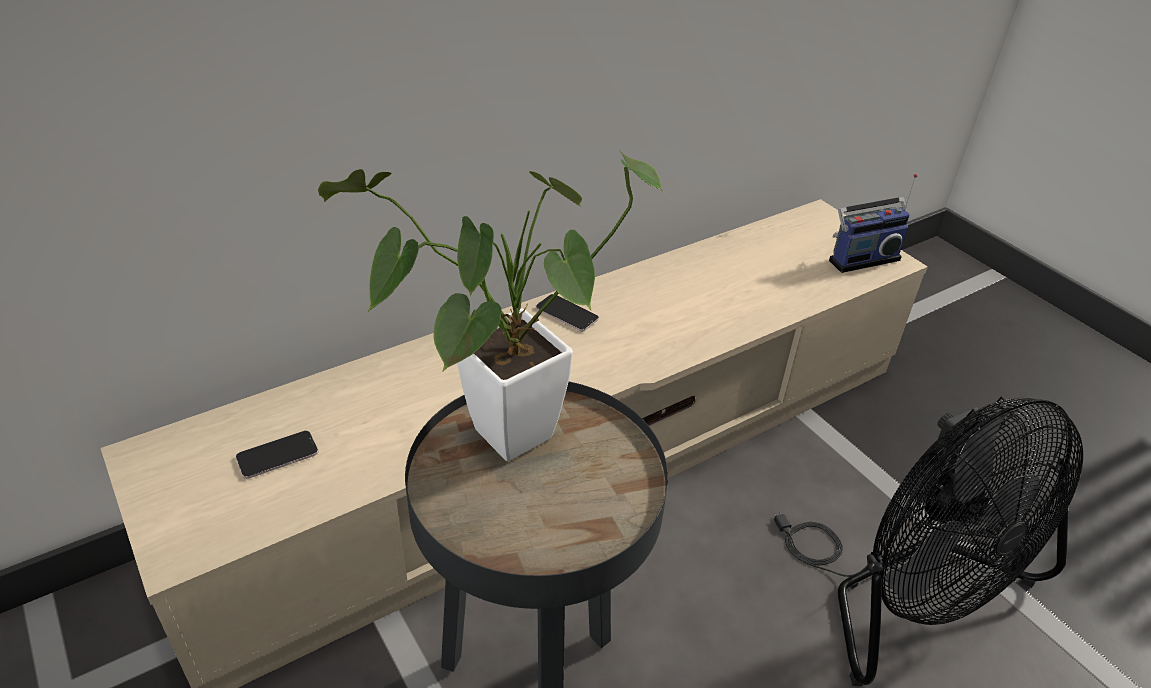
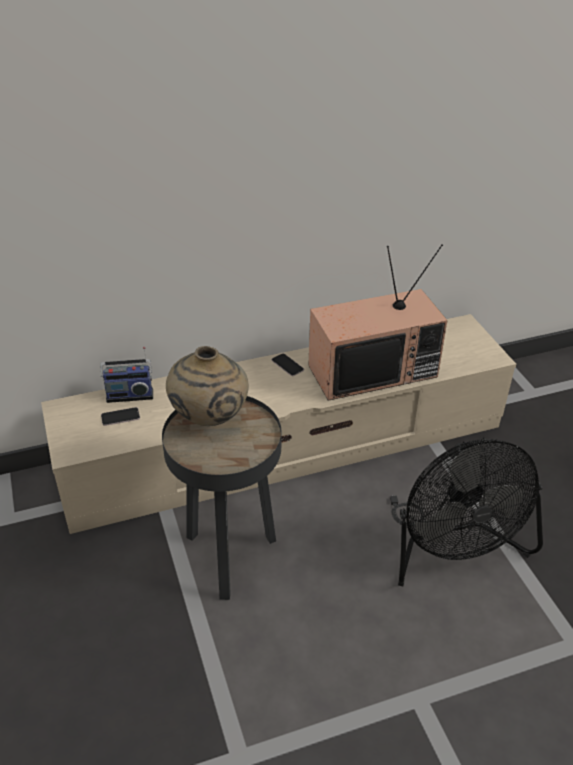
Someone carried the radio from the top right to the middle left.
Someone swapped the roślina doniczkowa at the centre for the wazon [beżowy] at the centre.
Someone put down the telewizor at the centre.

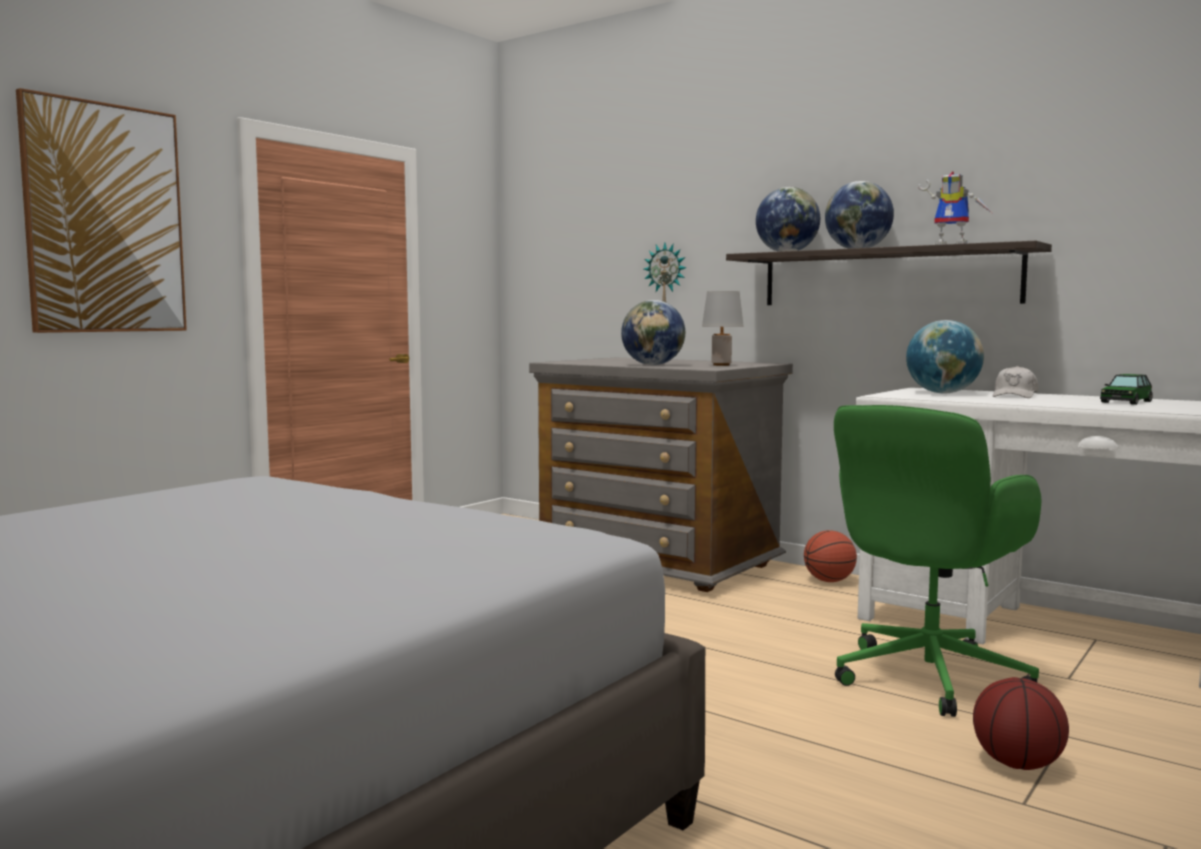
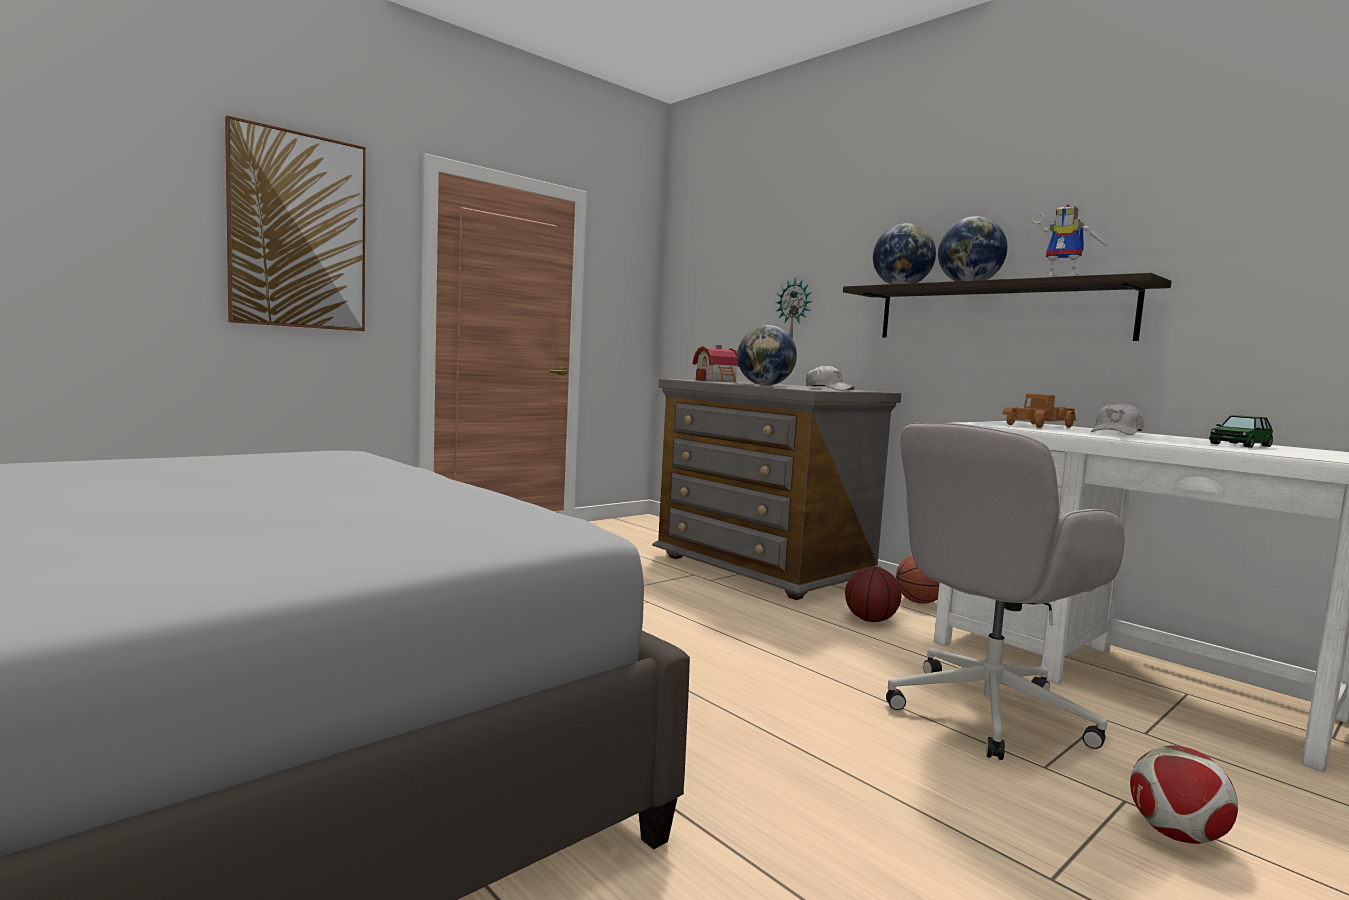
Someone put down the domek at the centre.
Someone swapped the lampa stołowa [szary] at the centre for the czapka z daszkiem [biały] (1st from left) at the centre.
Someone carried the piłka do koszykówki (2nd from left in the first image) from the bottom right to the centre.
Someone repainted the krzesło biurowe [zielony] at the middle right, which became the krzesło biurowe [szary] at the middle right.
Someone swapped the globus (4th from left) at the middle right for the ciężarówka zabawkowa at the middle right.
Someone put down the piłka futbolowa at the bottom right.

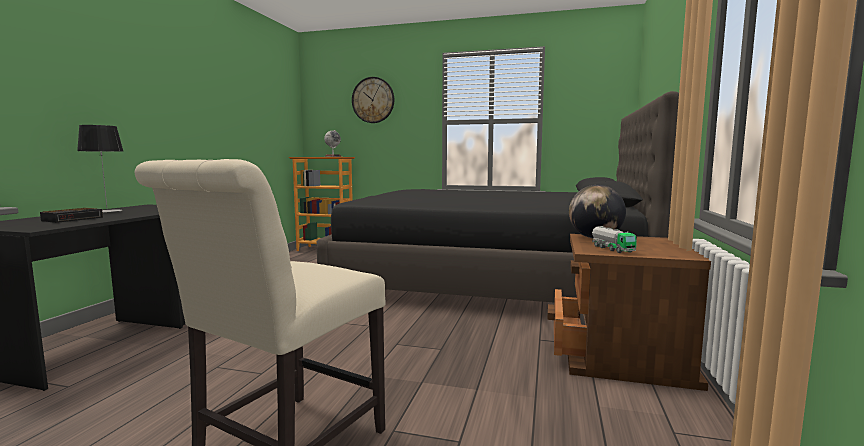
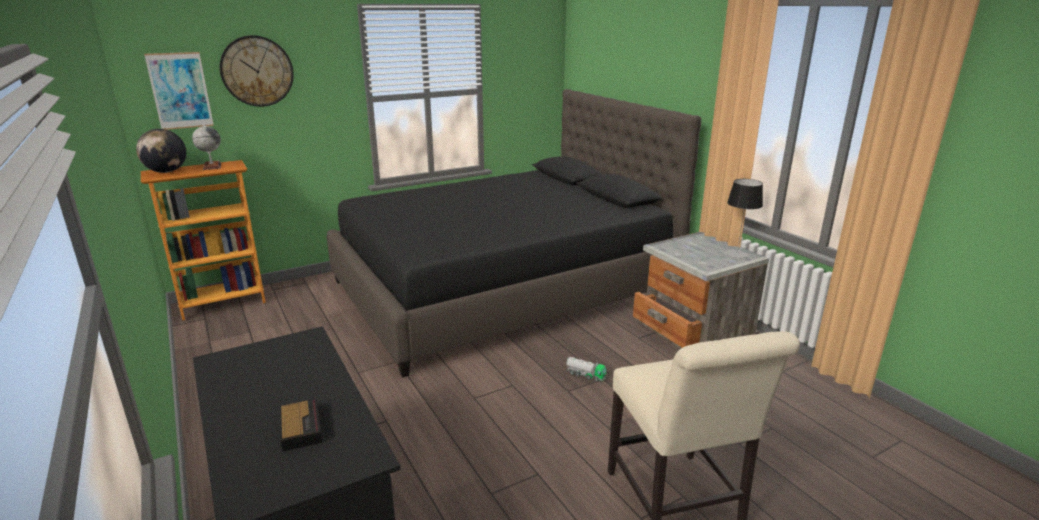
Someone carried the globus (2nd from left in the first image) from the middle right to the top left.
Someone put up the obraz at the top left.
Someone carried the ciężarówka zabawkowa from the middle right to the bottom centre.
Someone repainted the szafka nocna [brązowy] at the bottom right, which became the szafka nocna [szary] at the middle right.
Someone carried the lampa stołowa from the middle left to the middle right.

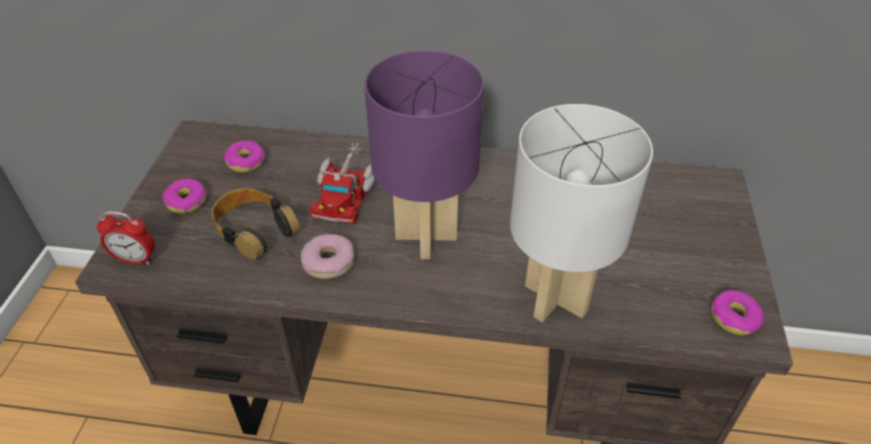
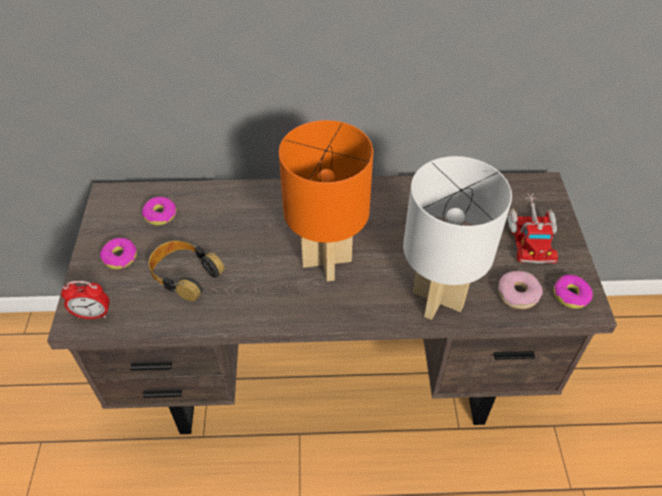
Someone repainted the lampa stołowa [fioletowy] at the centre, which became the lampa stołowa [pomarańczowy] at the centre.
Someone carried the donut (3rd from left) from the centre to the middle right.
Someone carried the ciężarówka zabawkowa from the centre to the middle right.

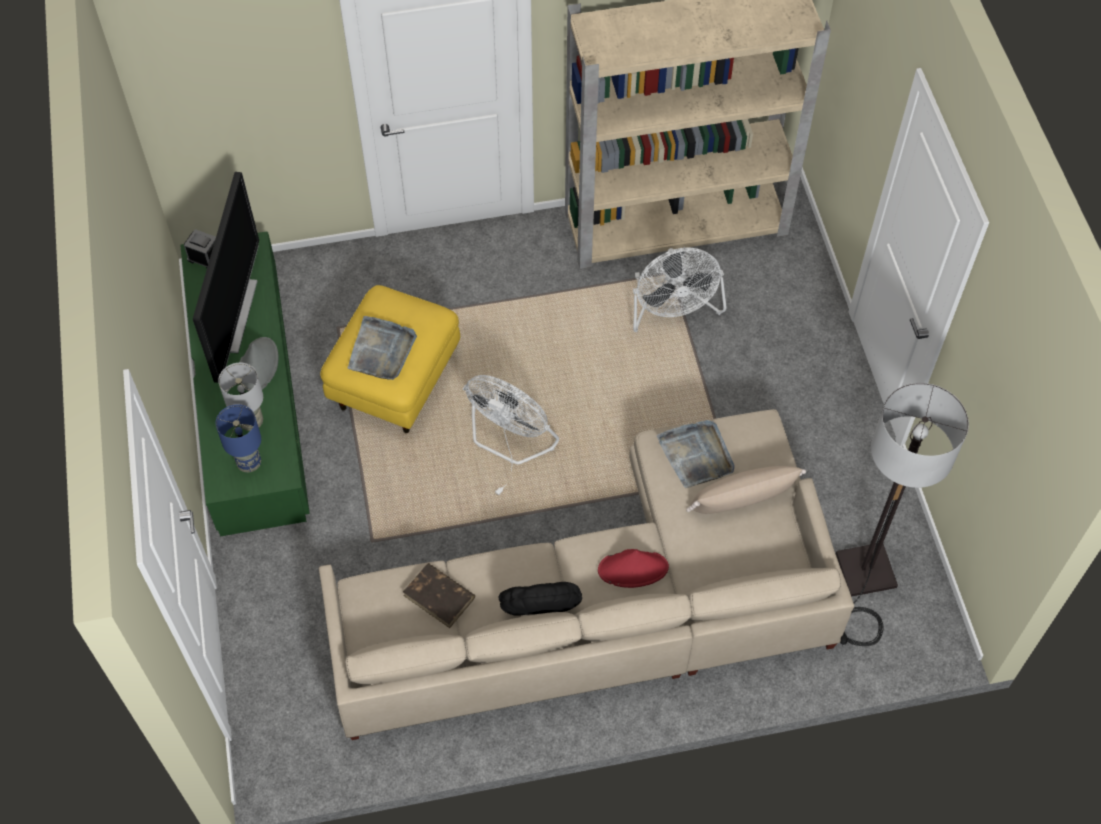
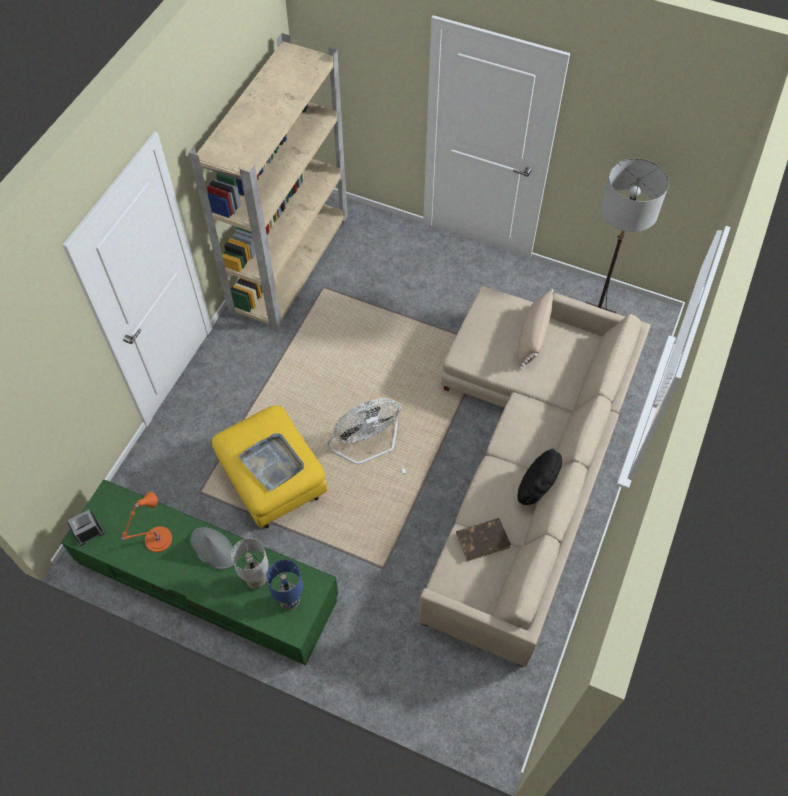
Someone swapped the telewizor at the middle left for the lampa stołowa [pomarańczowy] at the middle left.
Someone took away the kapelusz [czerwony] at the bottom centre.
Someone took away the wentylator [biały] (2nd from left) at the centre.
Someone took away the taca [szary] (2nd from left) at the centre.

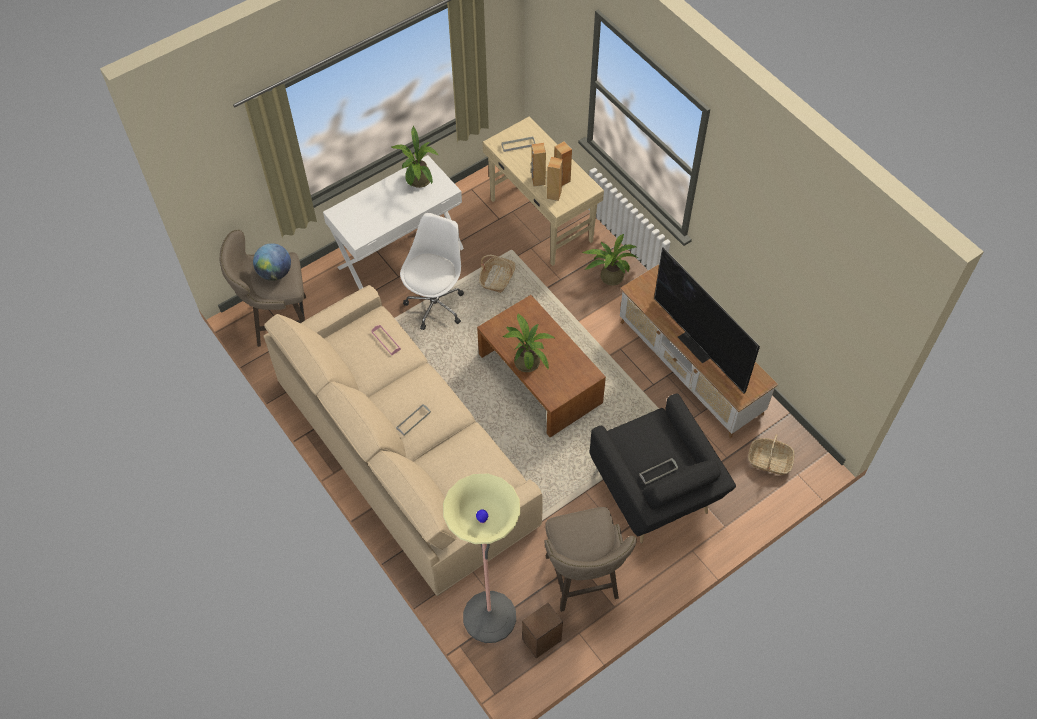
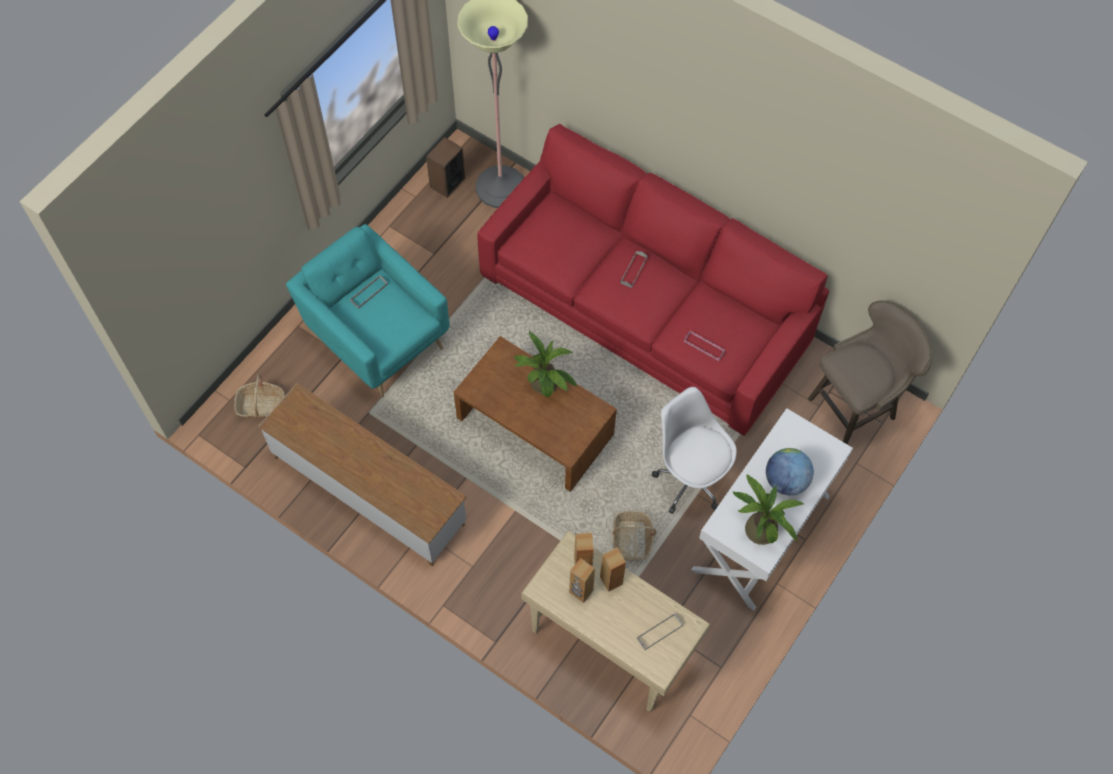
Someone repainted the fotel [czarny] at the centre, which became the fotel [turkusowy] at the middle left.
Someone repainted the kanapa [beżowy] at the centre, which became the kanapa [czerwony] at the centre.
Someone rotated the krzesło biurowe [biały] at the centre by 135 degrees clockwise.
Someone carried the globus from the middle left to the middle right.
Someone took away the stołek [beżowy] (2nd from left) at the bottom centre.
Someone took away the roślina doniczkowa (3rd from left) at the centre.
Someone took away the telewizor at the middle right.

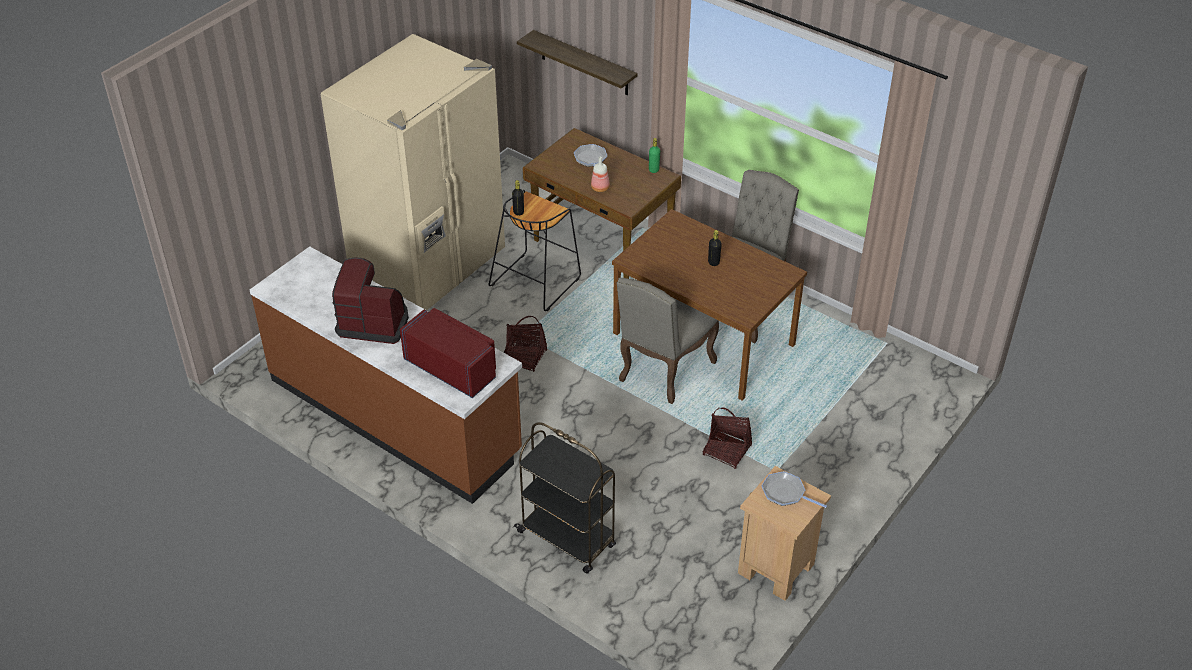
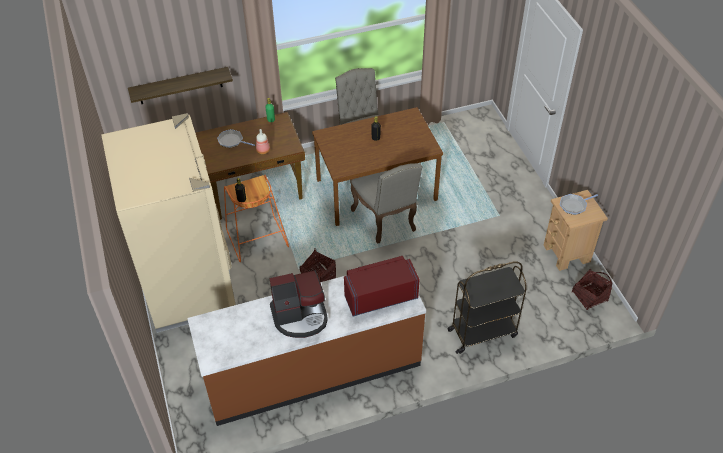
Someone repainted the stołek [czarny] at the centre, which became the stołek [pomarańczowy] at the centre.
Someone rotated the ekspres do kawy at the middle left by 150 degrees counterclockwise.
Someone carried the koszyk (2nd from left) from the centre to the middle right.

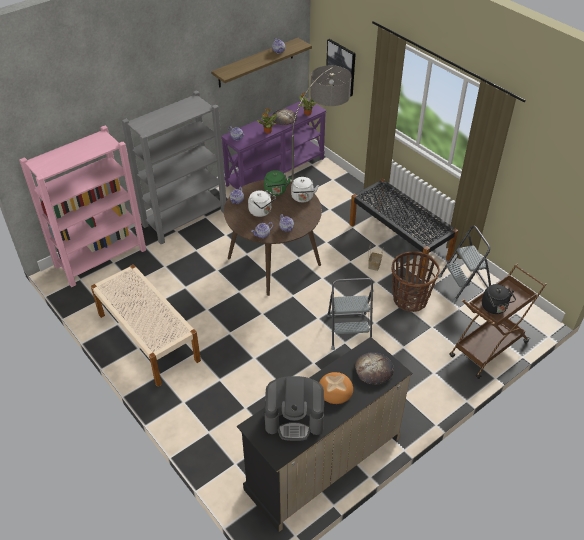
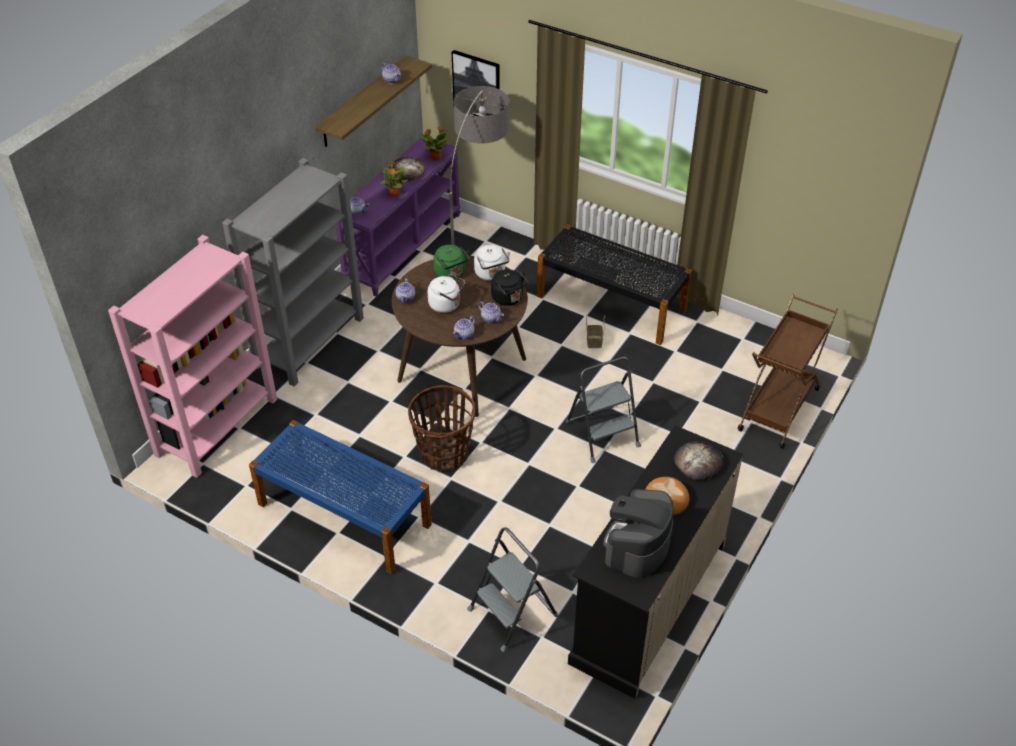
Someone repainted the ławka [beżowy] at the middle left, which became the ławka [niebieski] at the centre.
Someone carried the koszyk (2nd from left in the first image) from the middle right to the centre.
Someone carried the drabinka [szary] (2nd from left in the first image) from the middle right to the bottom centre.
Someone carried the czajnik [czarny] from the middle right to the centre.
Someone rotated the ekspres do kawy at the bottom centre by 135 degrees clockwise.

